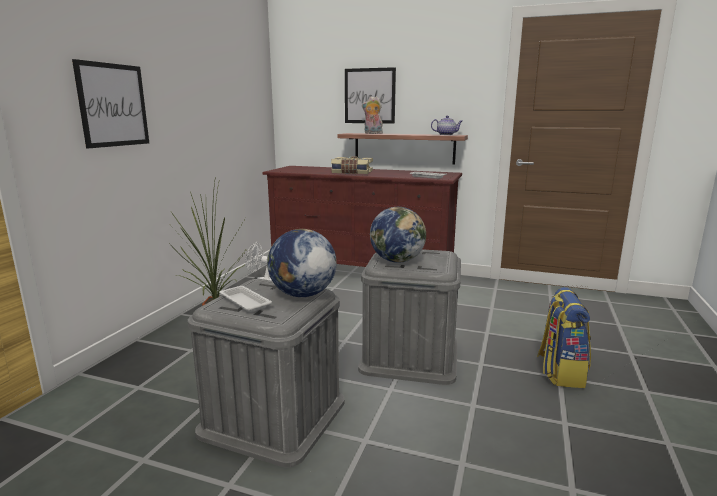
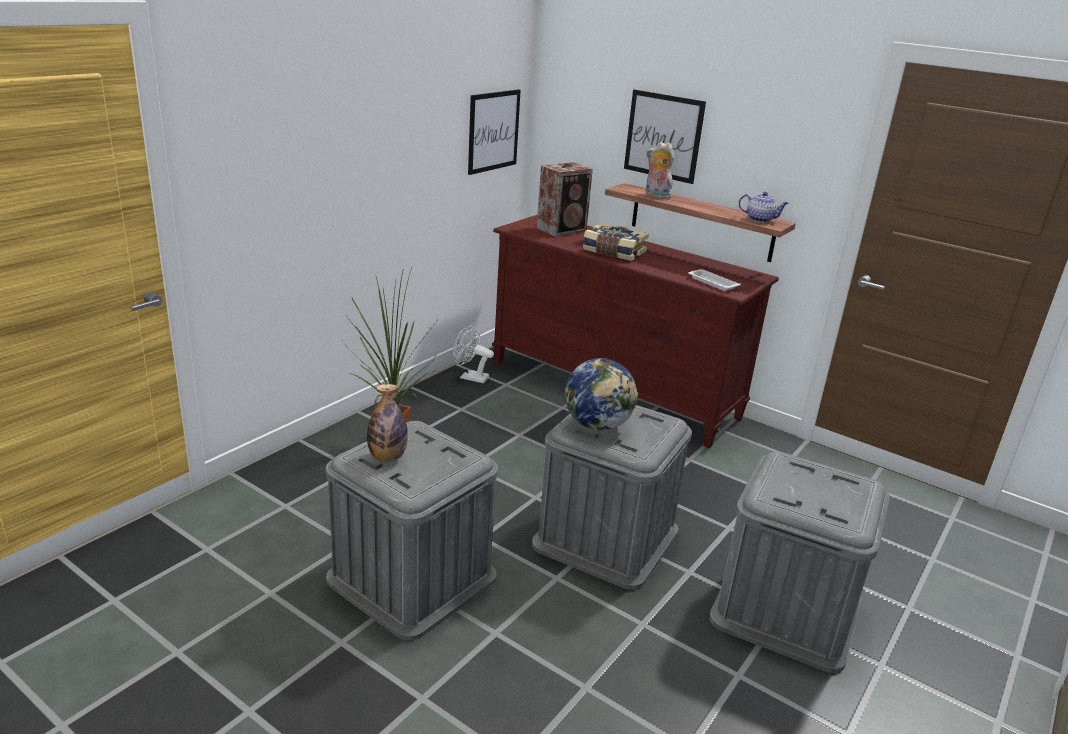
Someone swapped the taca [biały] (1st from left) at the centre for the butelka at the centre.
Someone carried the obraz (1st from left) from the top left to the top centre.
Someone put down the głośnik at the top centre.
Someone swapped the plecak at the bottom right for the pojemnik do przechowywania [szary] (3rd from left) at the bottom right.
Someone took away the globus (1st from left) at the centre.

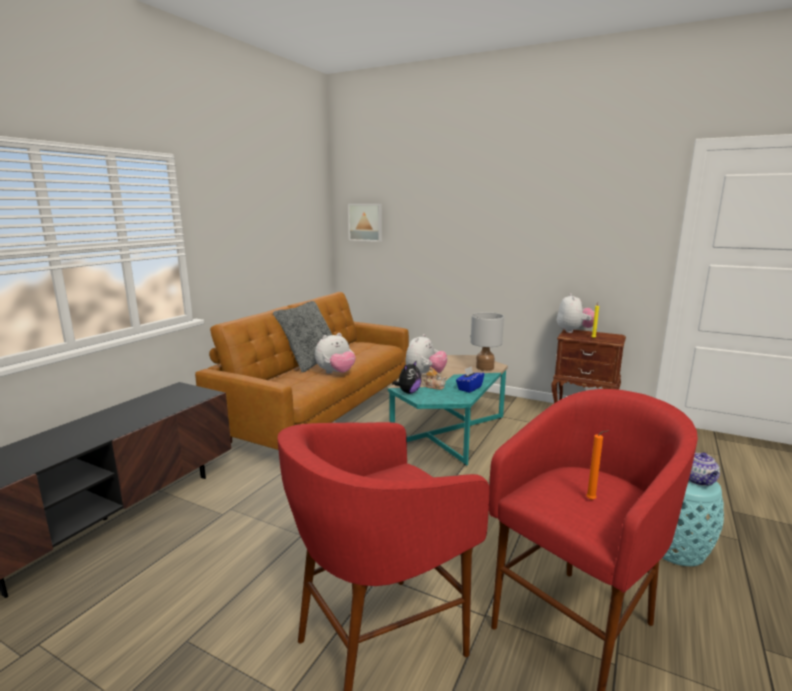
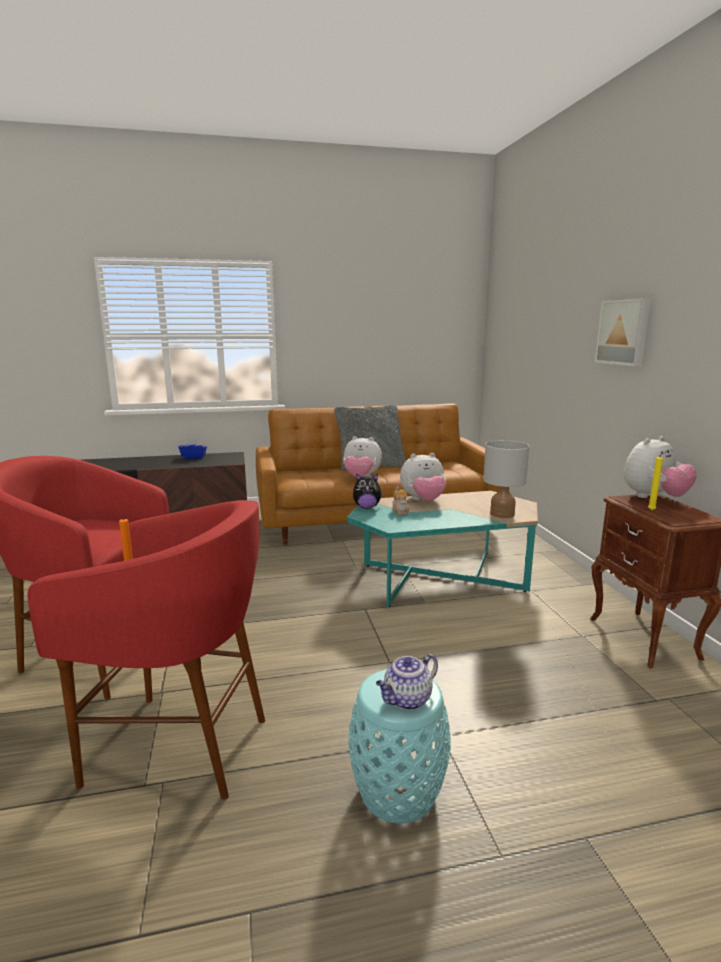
Someone carried the pudełko chusteczek [niebieski] from the centre to the middle left.
Someone carried the obraz from the top centre to the middle right.

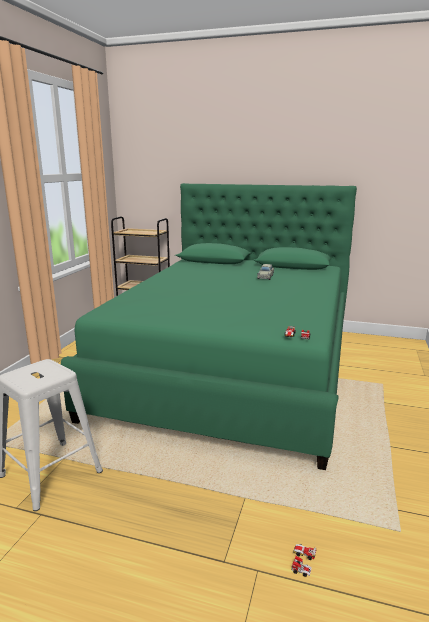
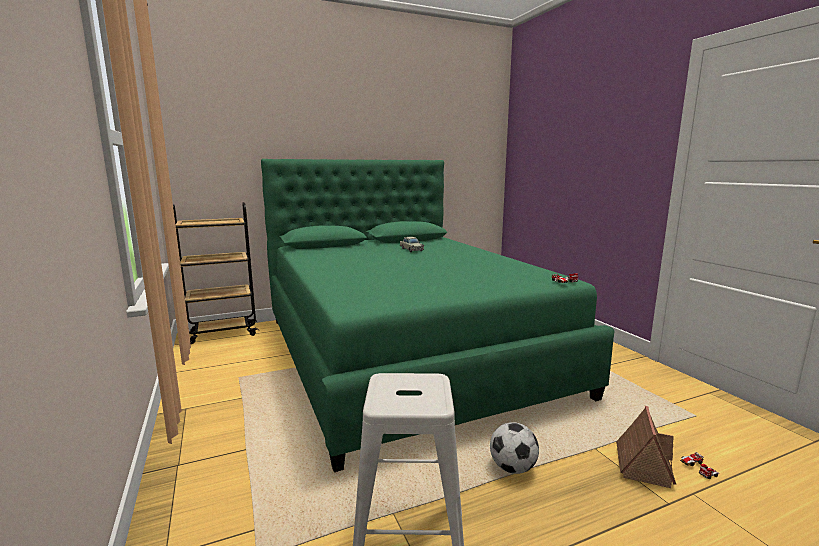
Someone put down the piłka futbolowa at the bottom centre.
Someone put down the domek at the bottom right.

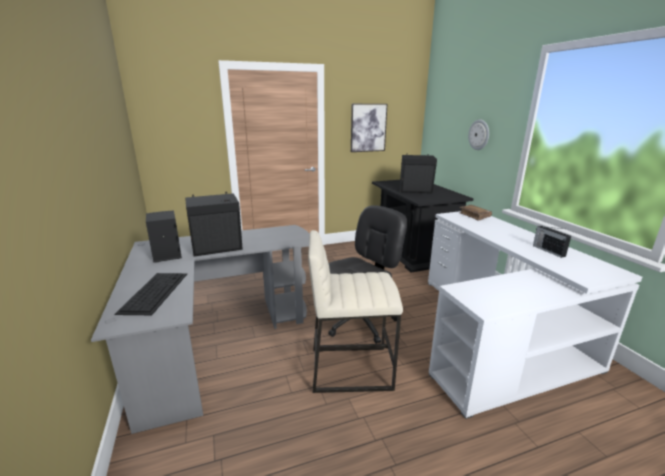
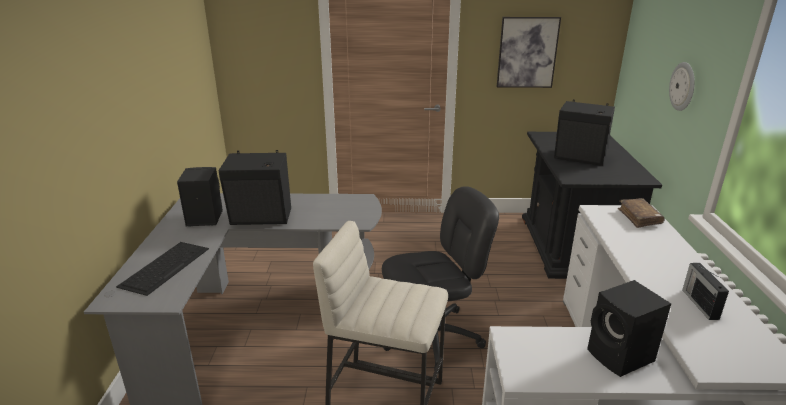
Someone put down the głośnik [czarny] (4th from left) at the bottom right.

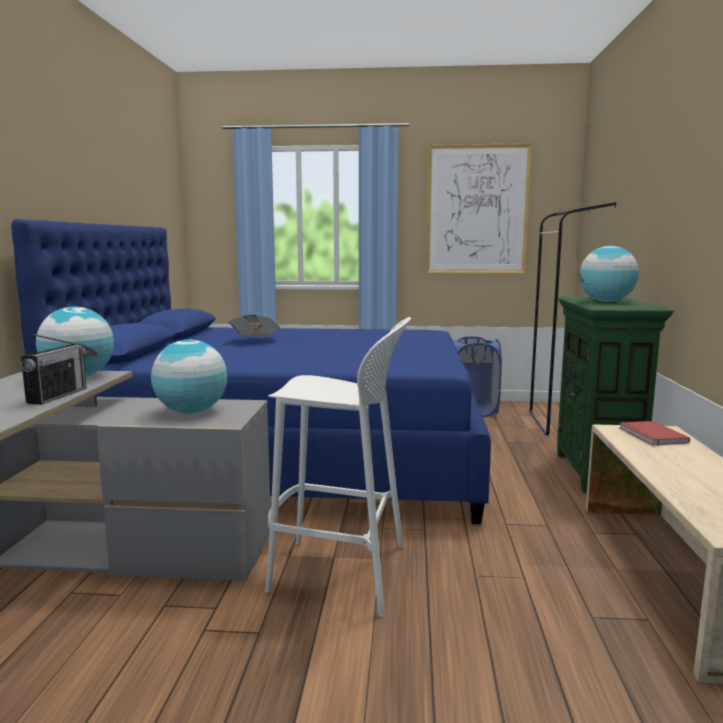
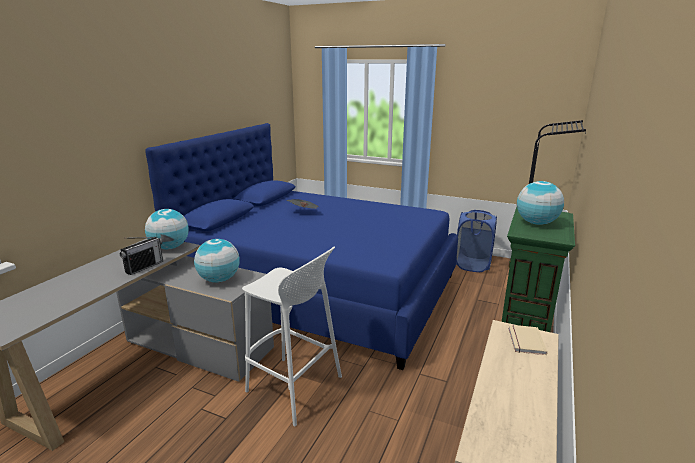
Someone repainted the książka [czerwony] at the middle right, which became the książka [beżowy] at the bottom right.
Someone took away the obraz at the top centre.

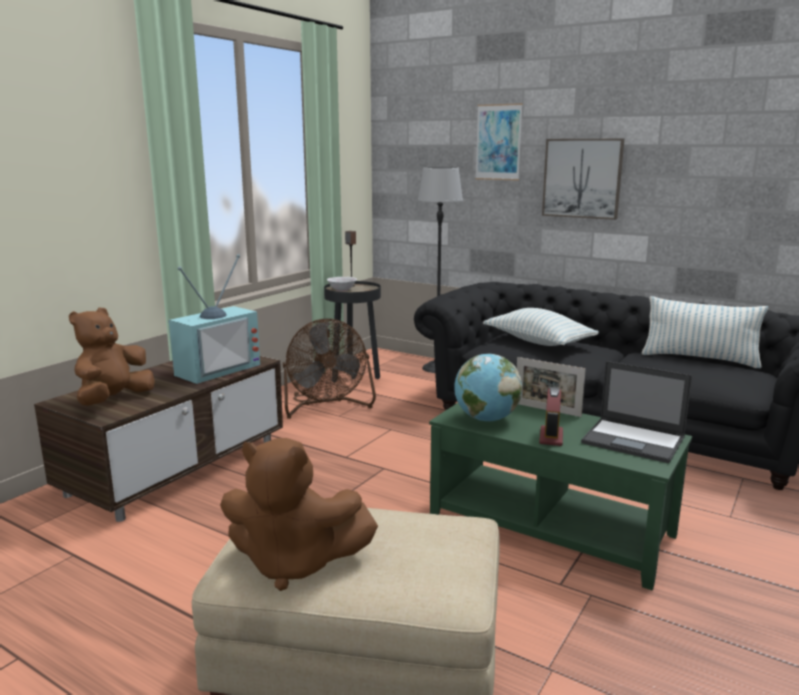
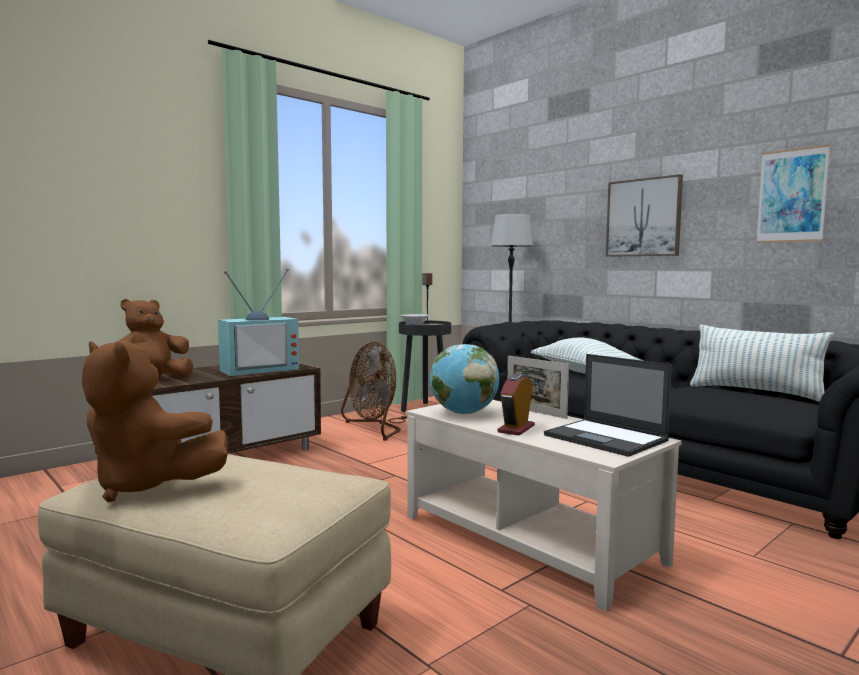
Someone rotated the wentylator [brązowy] at the centre by 60 degrees clockwise.
Someone repainted the ława [zielony] at the bottom right, which became the ława [beżowy] at the bottom centre.
Someone carried the obraz (1st from left in the first image) from the top centre to the top right.

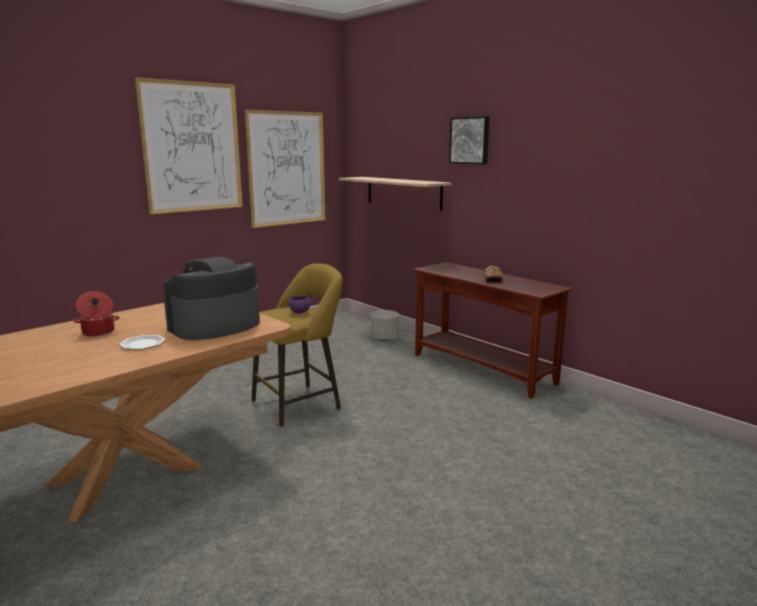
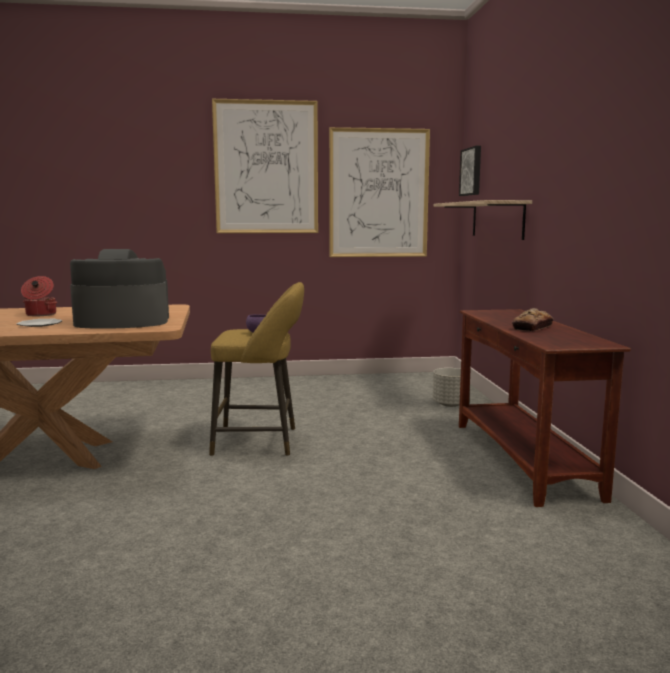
Someone carried the obraz (3rd from left) from the top centre to the top right.

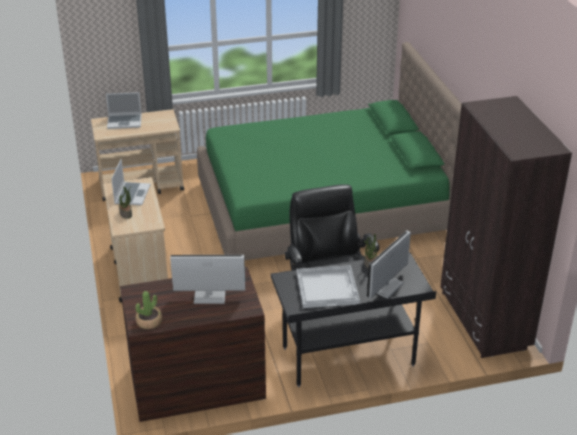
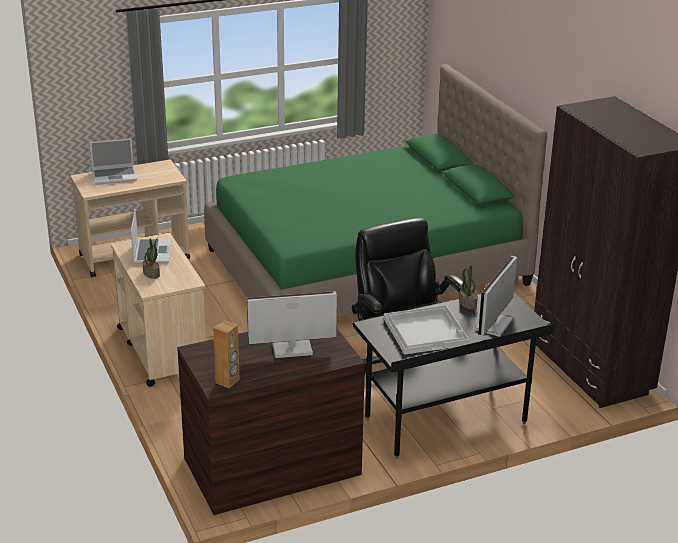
Someone swapped the roślina doniczkowa (2nd from left) at the bottom left for the głośnik [brązowy] at the centre.

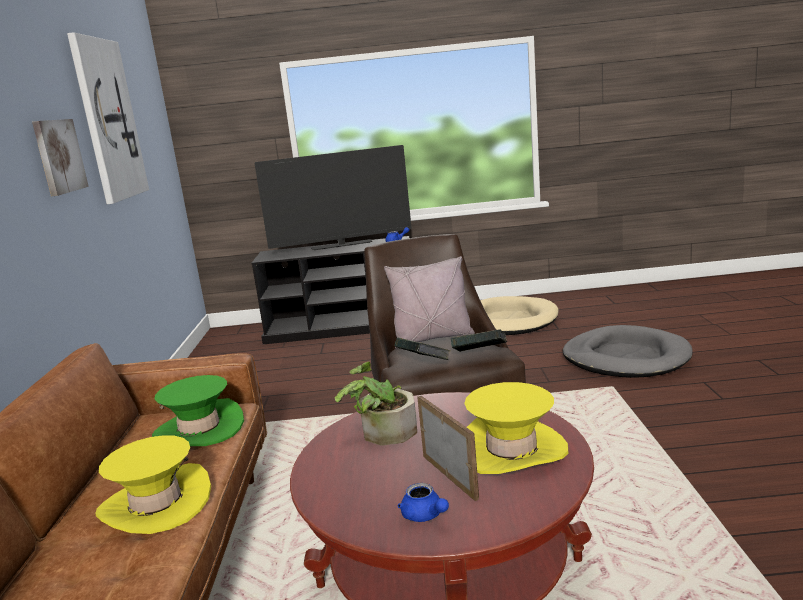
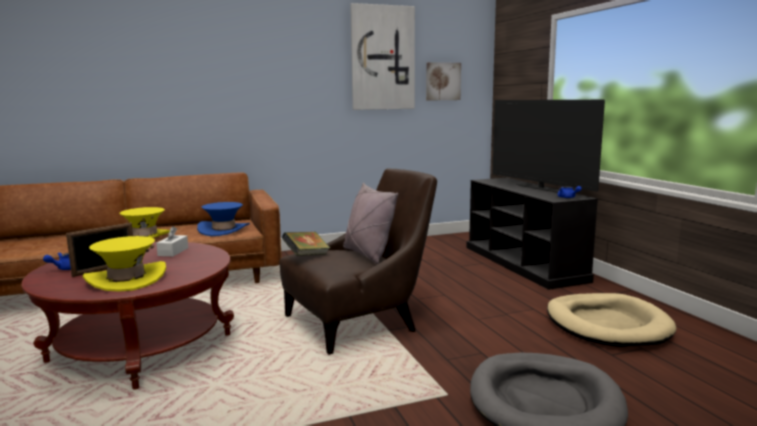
Someone swapped the roślina doniczkowa at the bottom centre for the pudełko chusteczek [biały] at the middle left.
Someone repainted the kapelusz [zielony] at the bottom left, which became the kapelusz [niebieski] at the middle left.
Someone carried the obraz (1st from left in the first image) from the top left to the top centre.
Someone took away the książka (2nd from left) at the centre.

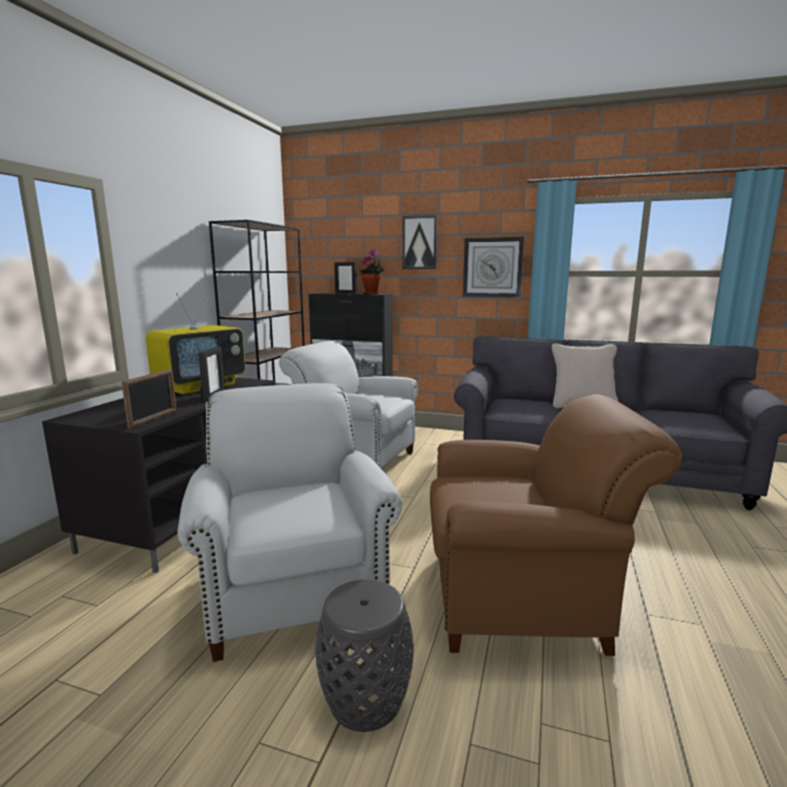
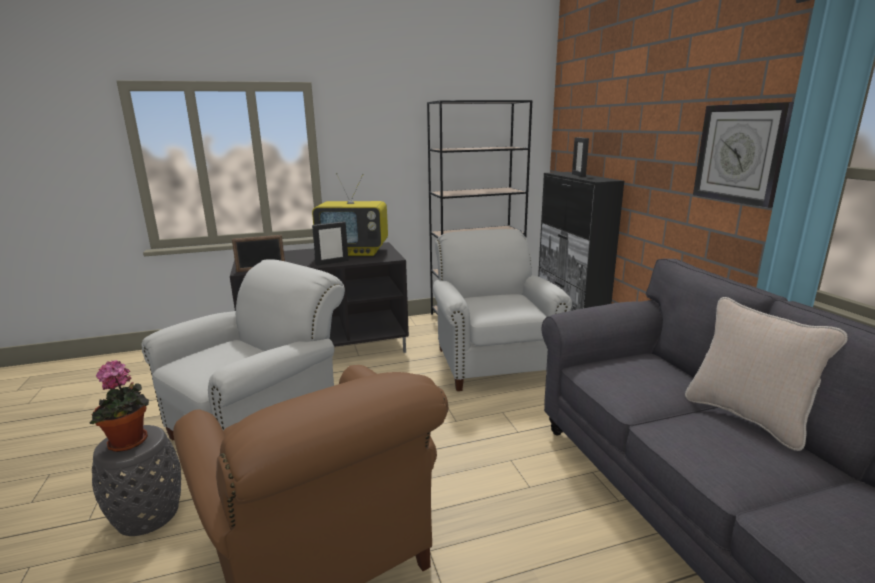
Someone carried the roślina doniczkowa from the centre to the bottom left.
Someone took away the obraz at the top centre.

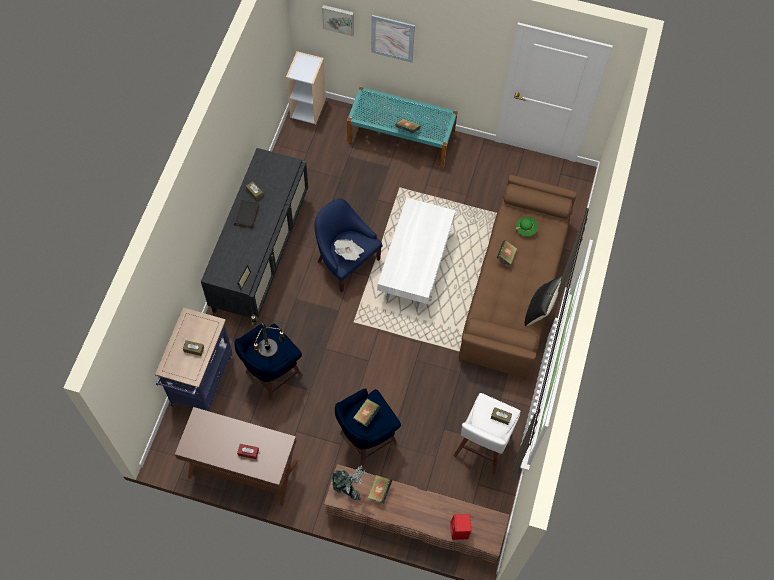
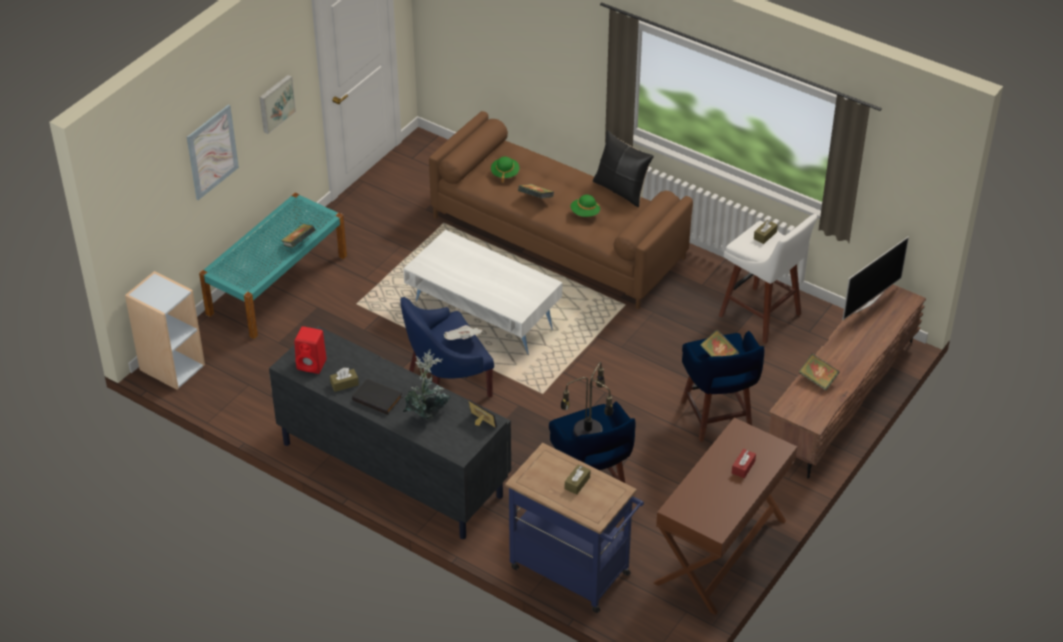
Someone carried the obraz (1st from left in the first image) from the top centre to the top left.
Someone carried the głośnik [czerwony] from the bottom centre to the middle left.
Someone carried the roślina doniczkowa from the bottom centre to the centre.
Someone put down the kapelusz [zielony] (2nd from left) at the top centre.
Someone put down the telewizor at the middle right.

